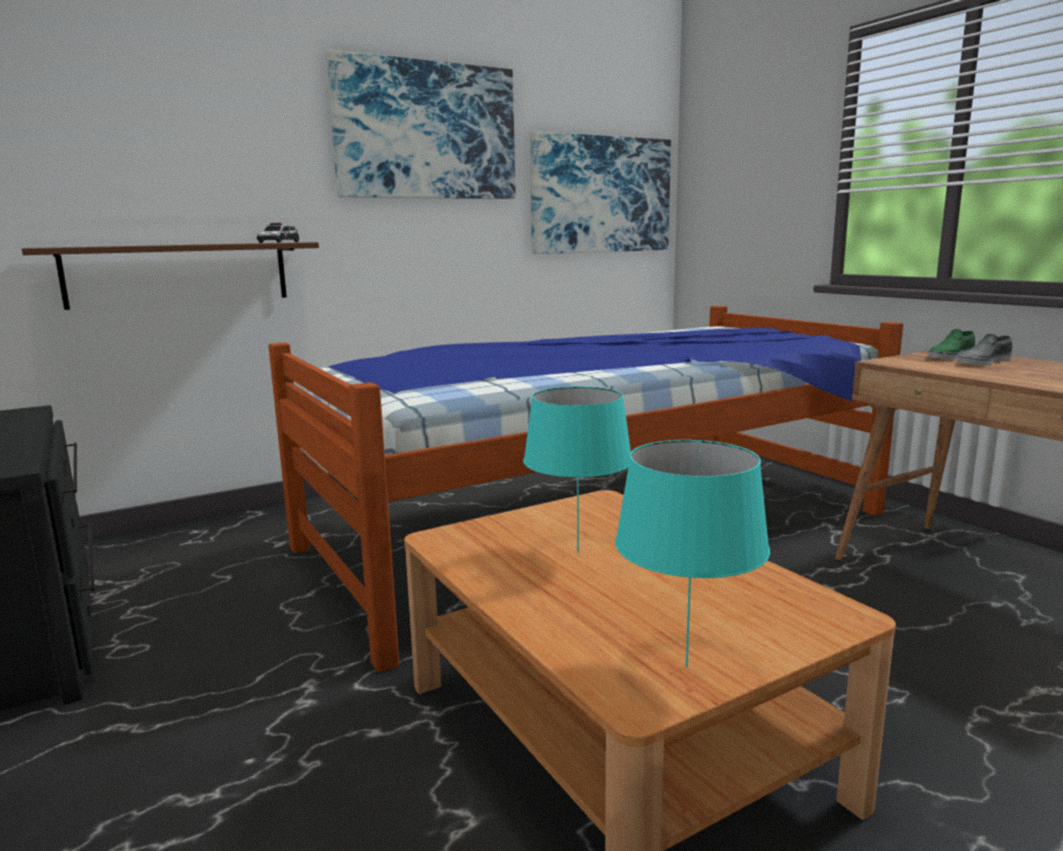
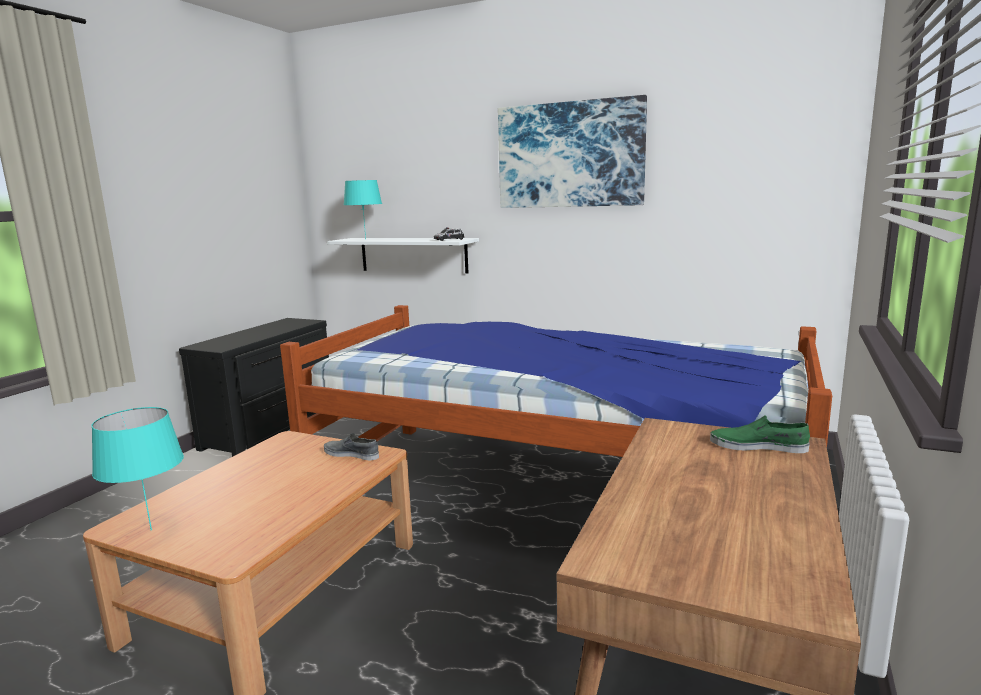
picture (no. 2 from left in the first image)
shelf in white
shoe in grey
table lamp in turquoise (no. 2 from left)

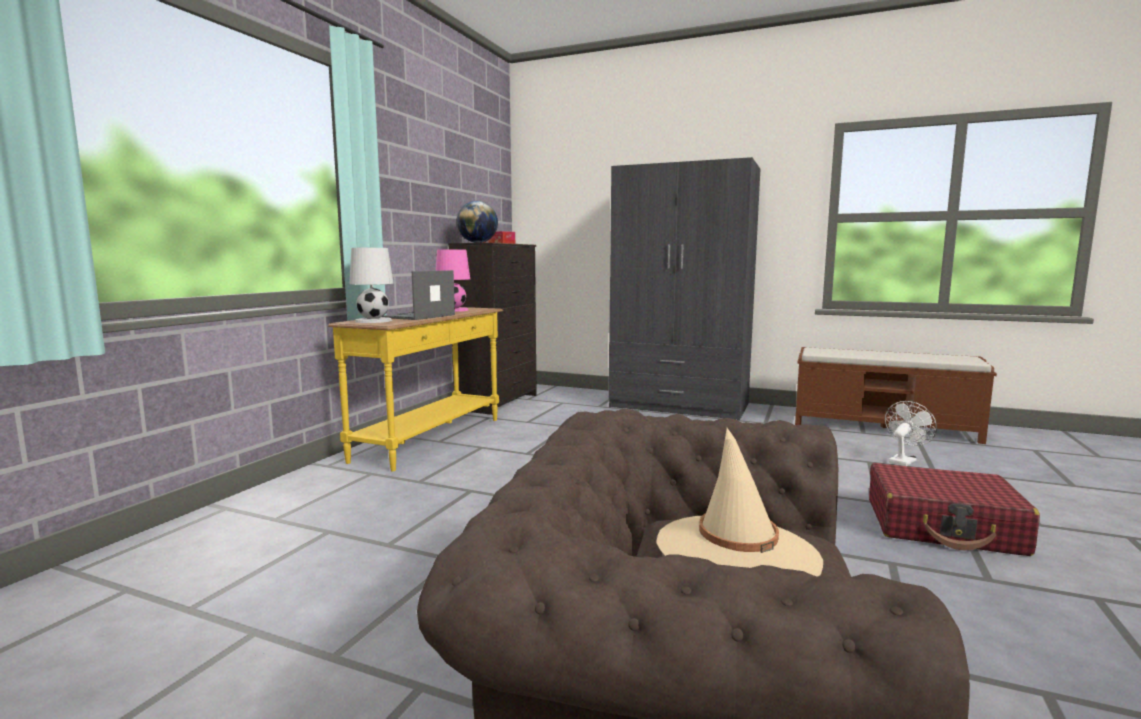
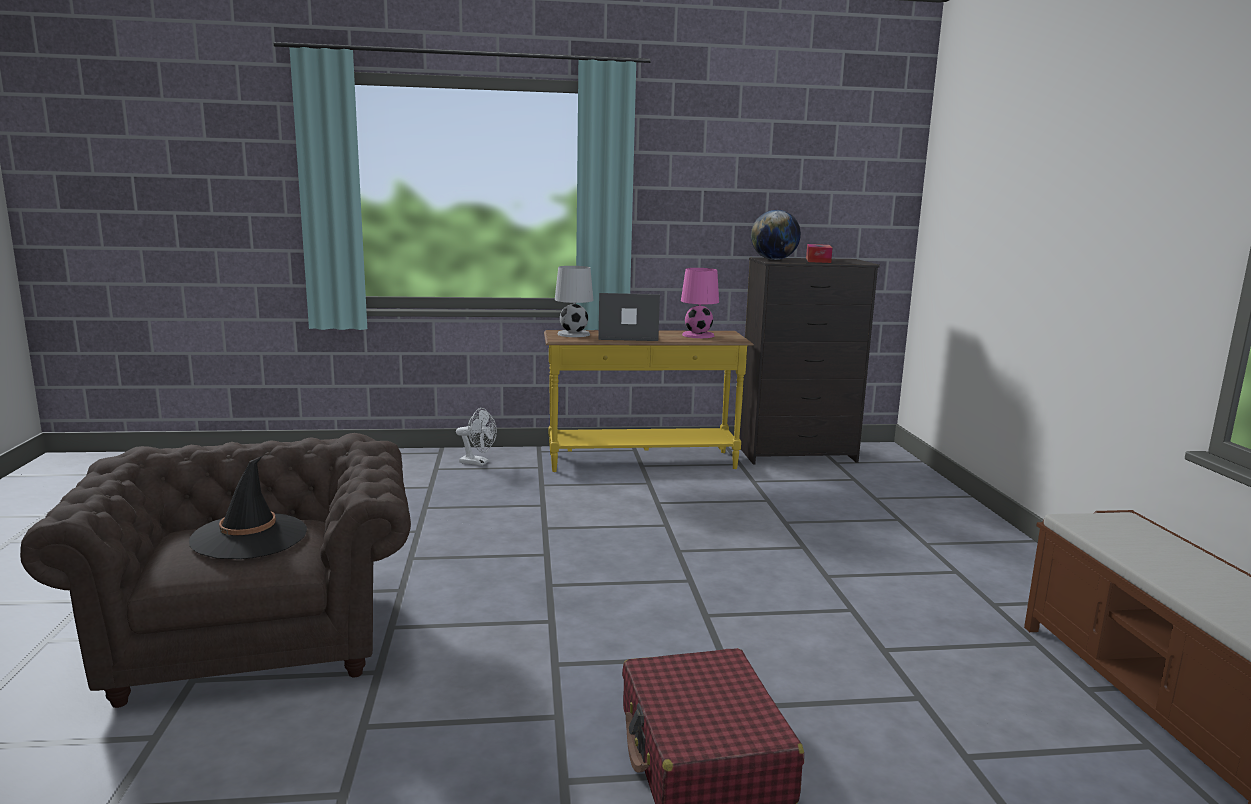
wardrobe in grey
fan in white
hat in black

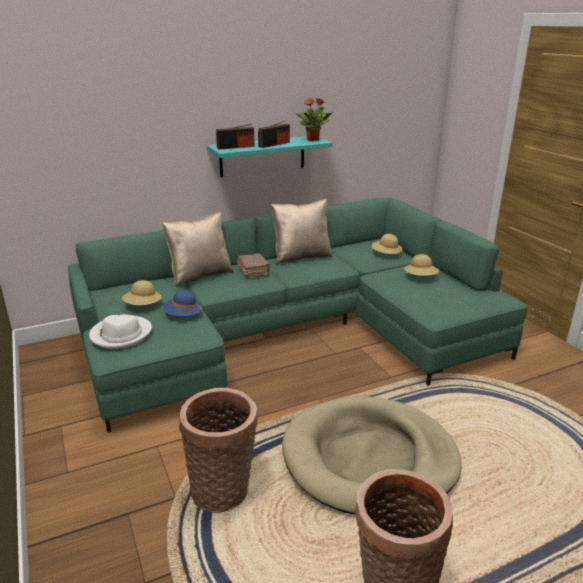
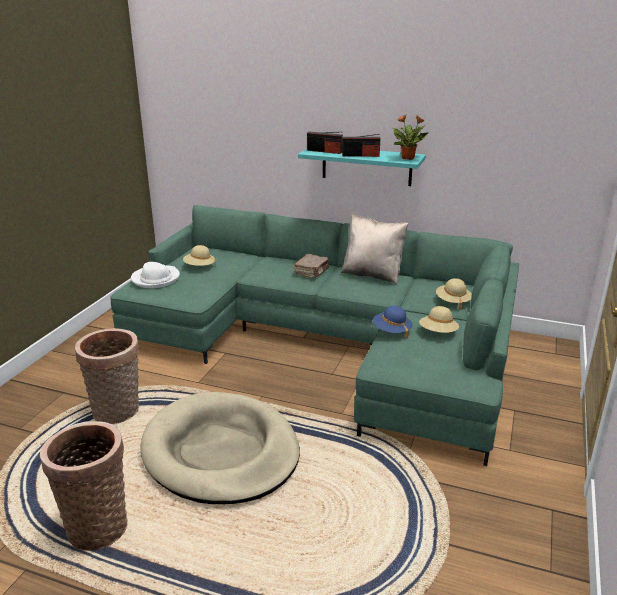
pillow in beige (no. 1 from left in the first image)
hat in blue

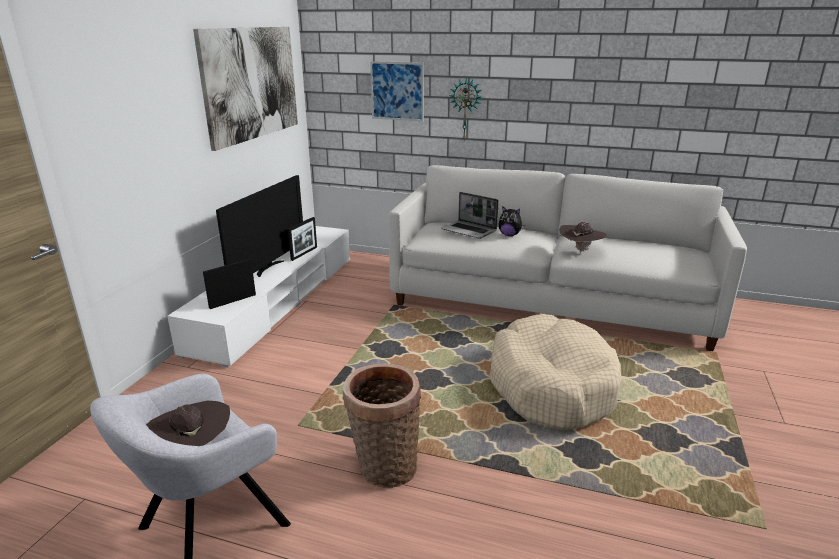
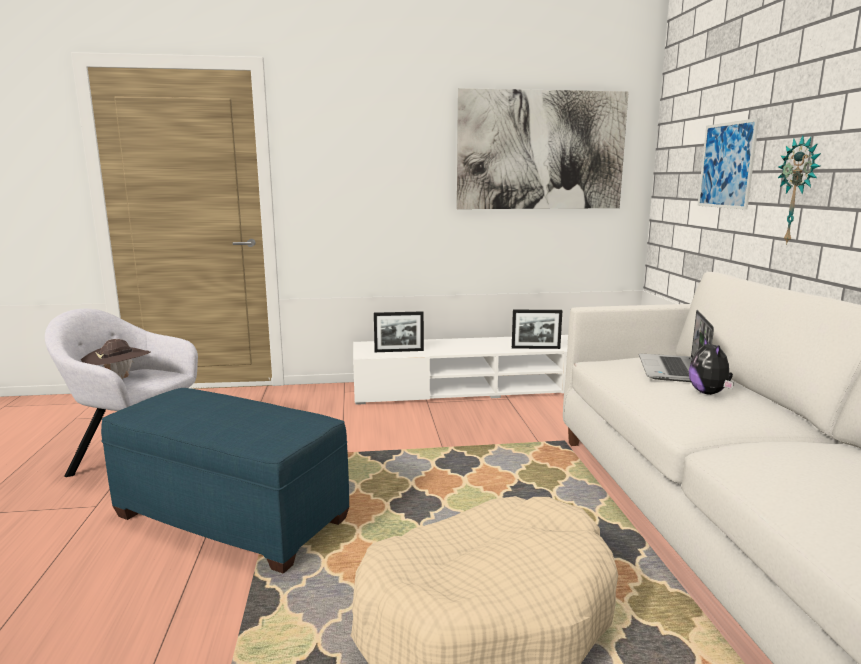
television
hat in brown (no. 2 from left in the first image)
picture frame (no. 1 from left)
ottoman in blue

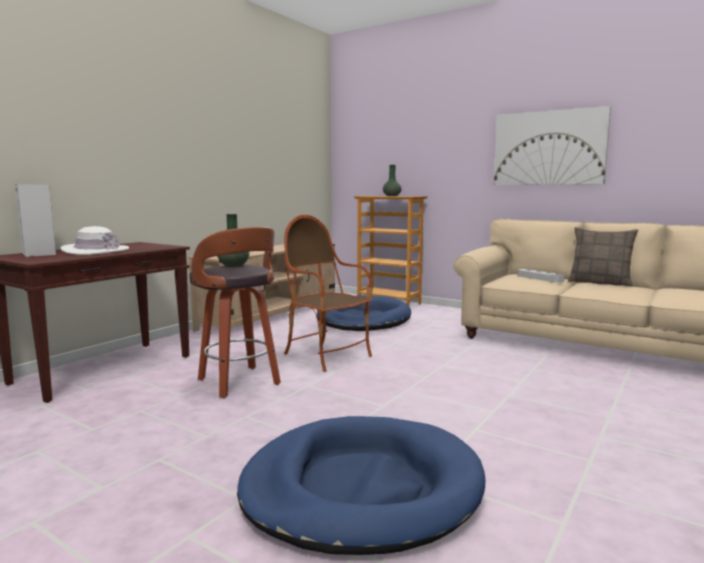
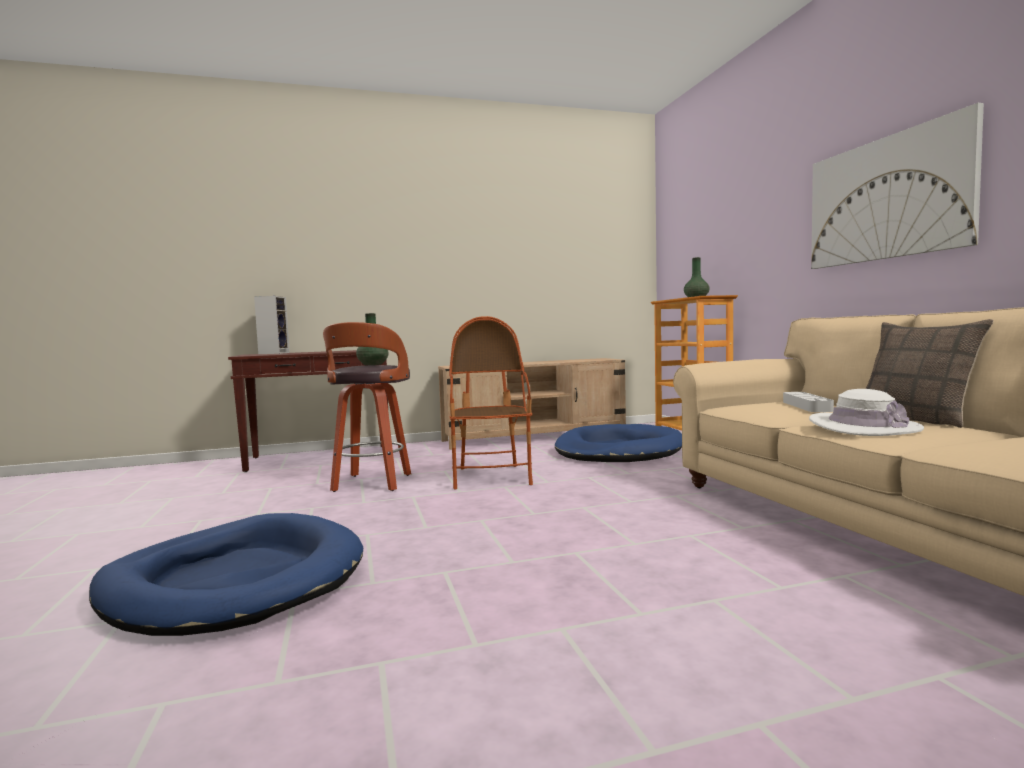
hat in white

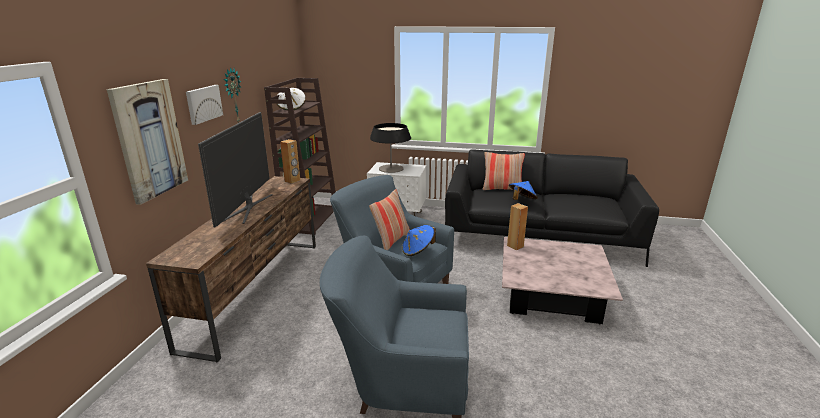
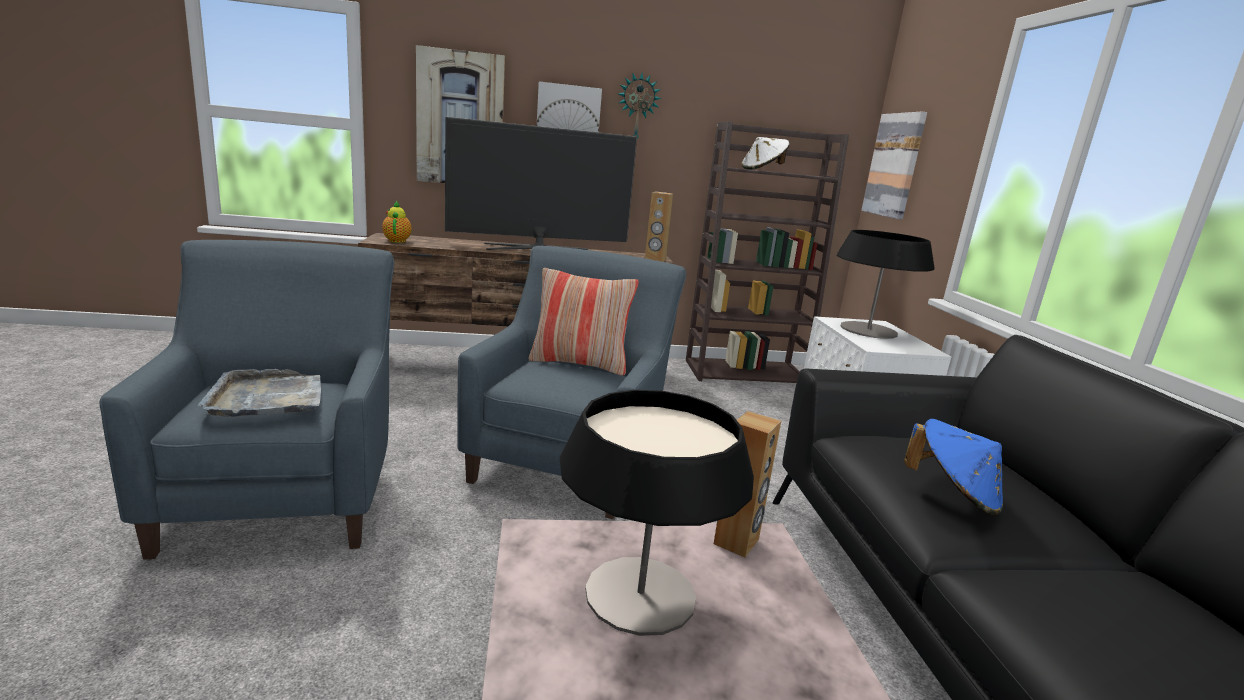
pillow (no. 2 from left in the first image)
hat in blue (no. 1 from left in the first image)
picture (no. 3 from left)
teapot
tray in grey
table lamp (no. 1 from left)

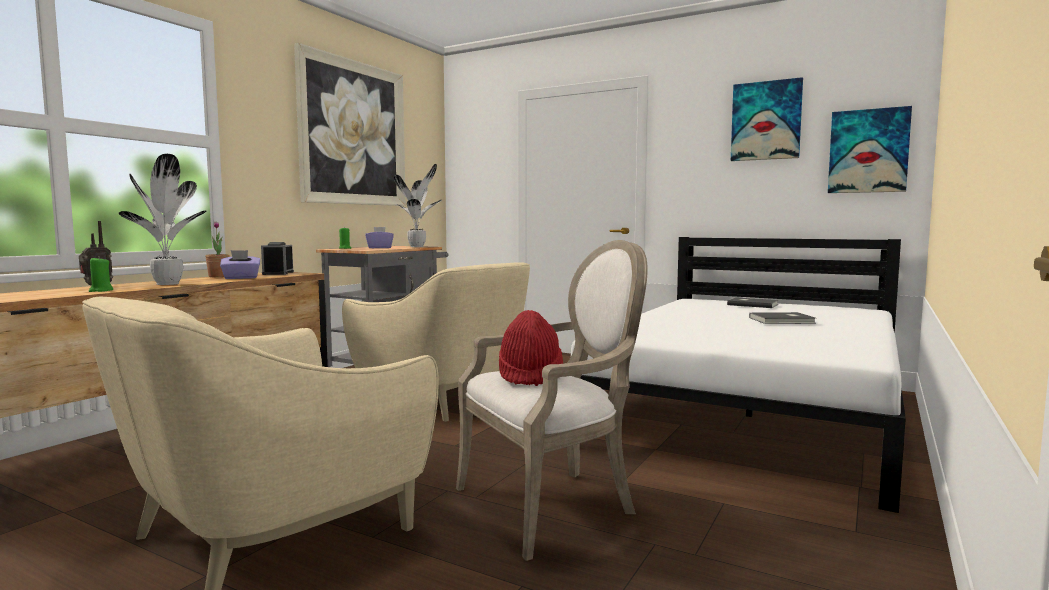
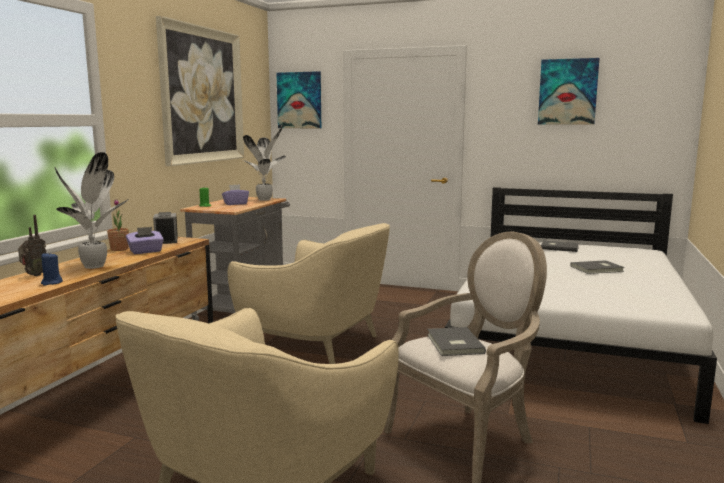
picture (no. 2 from left)
candle in blue
book in grey (no. 1 from left)

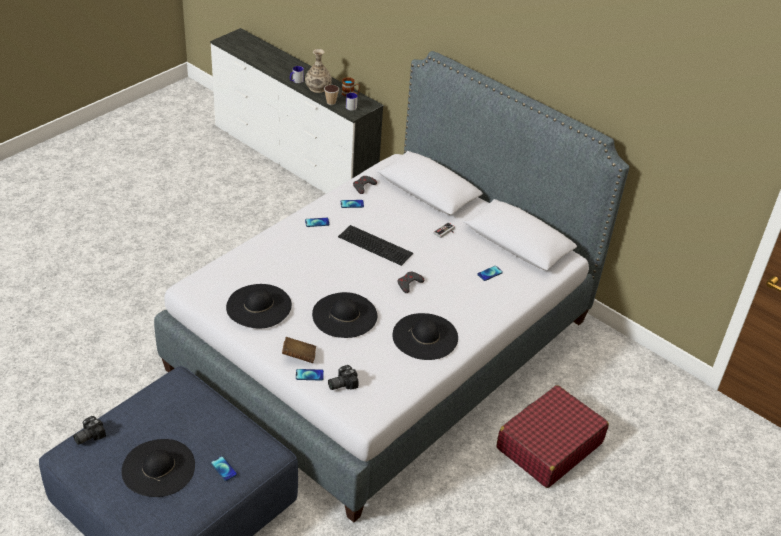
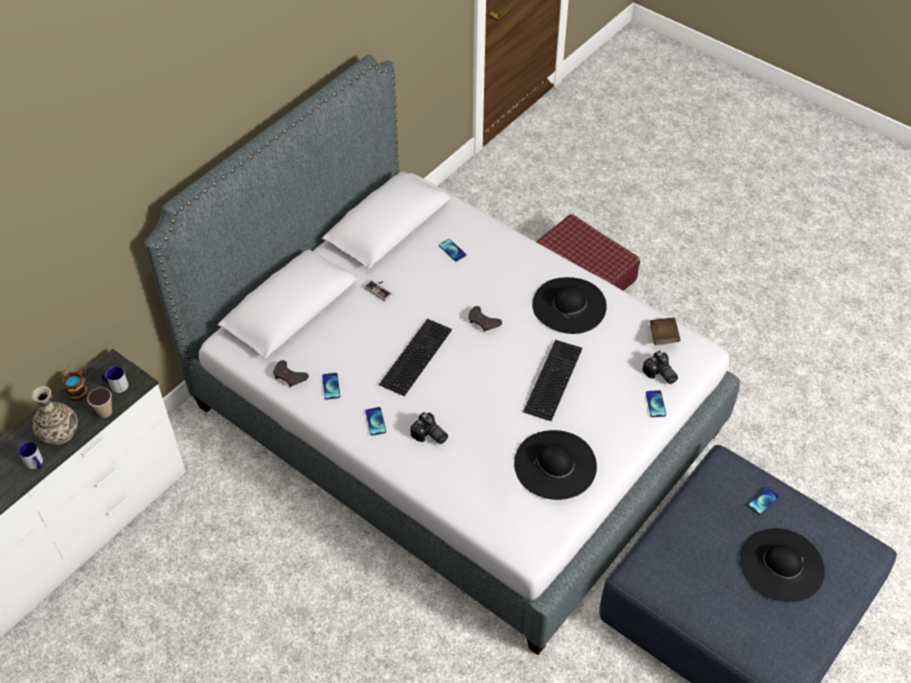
keyboard (no. 2 from left)
book in brown
photo camera (no. 1 from left)

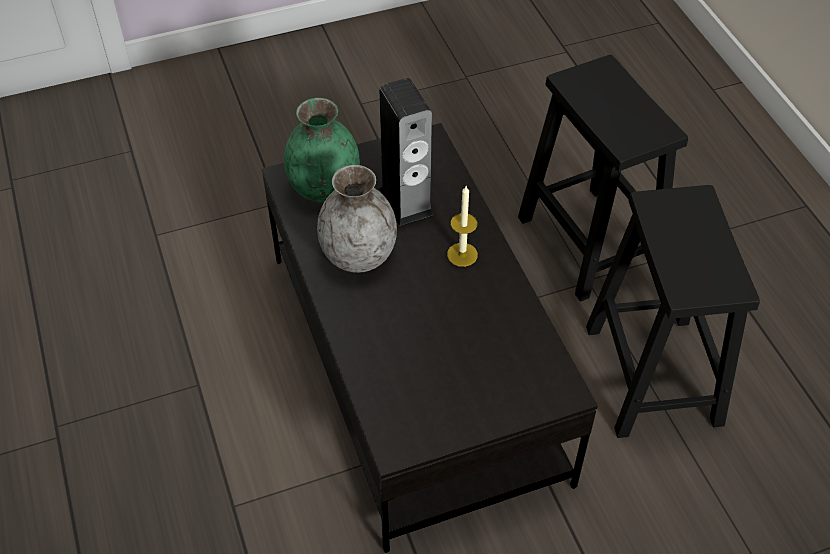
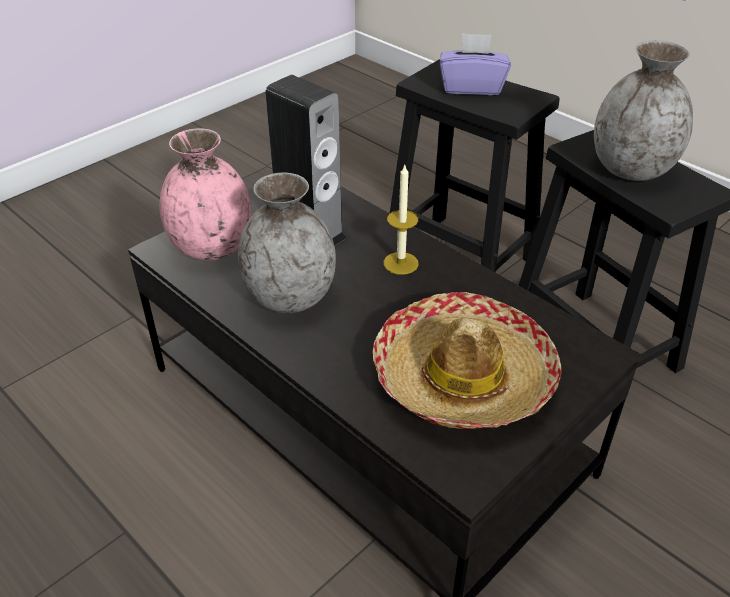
vase in pink
tissue box in purple
vase in grey (no. 2 from left)
hat

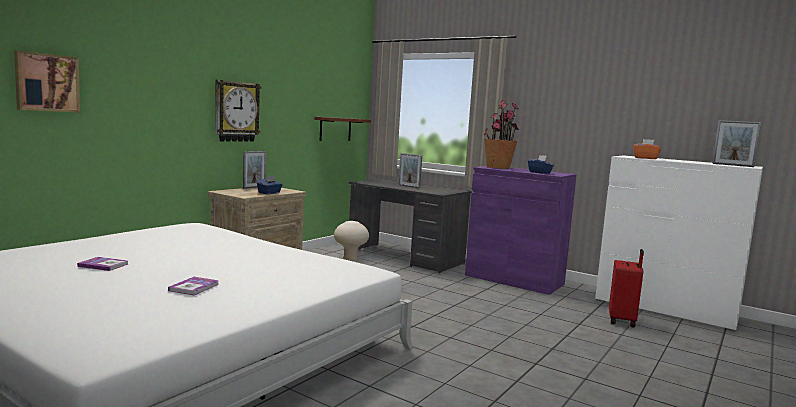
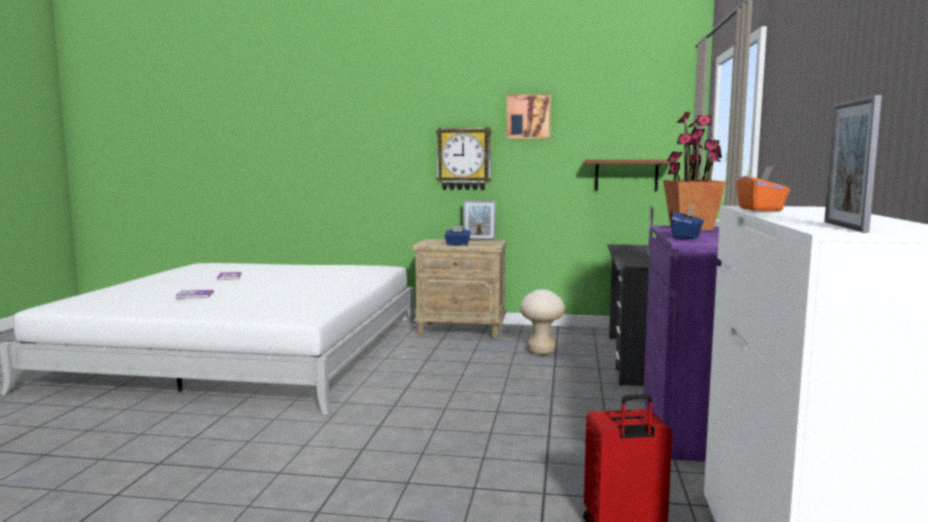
picture

